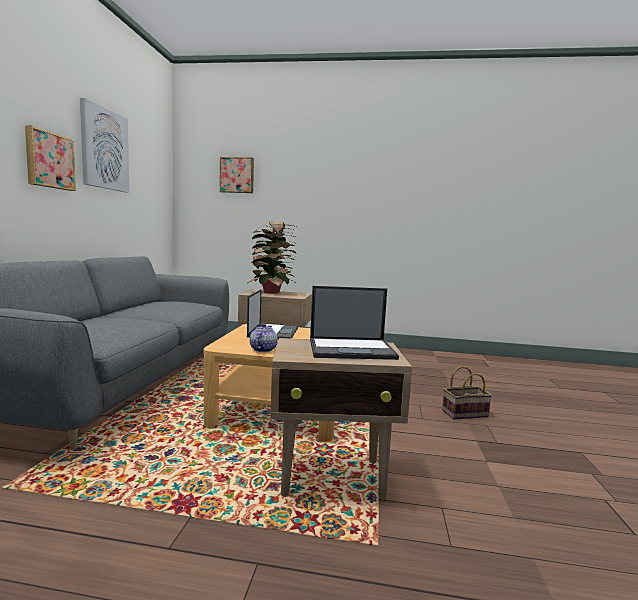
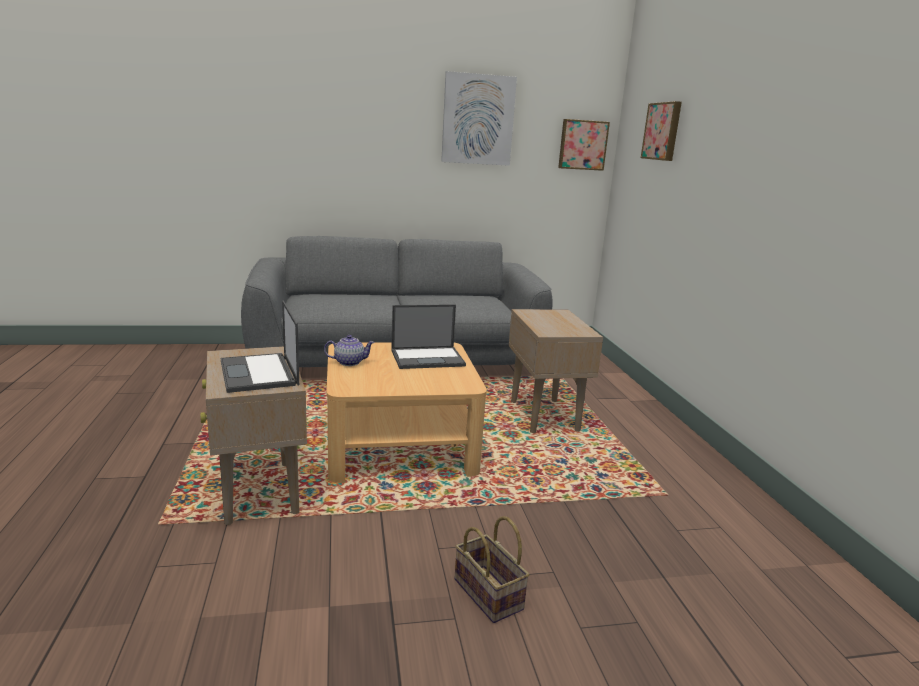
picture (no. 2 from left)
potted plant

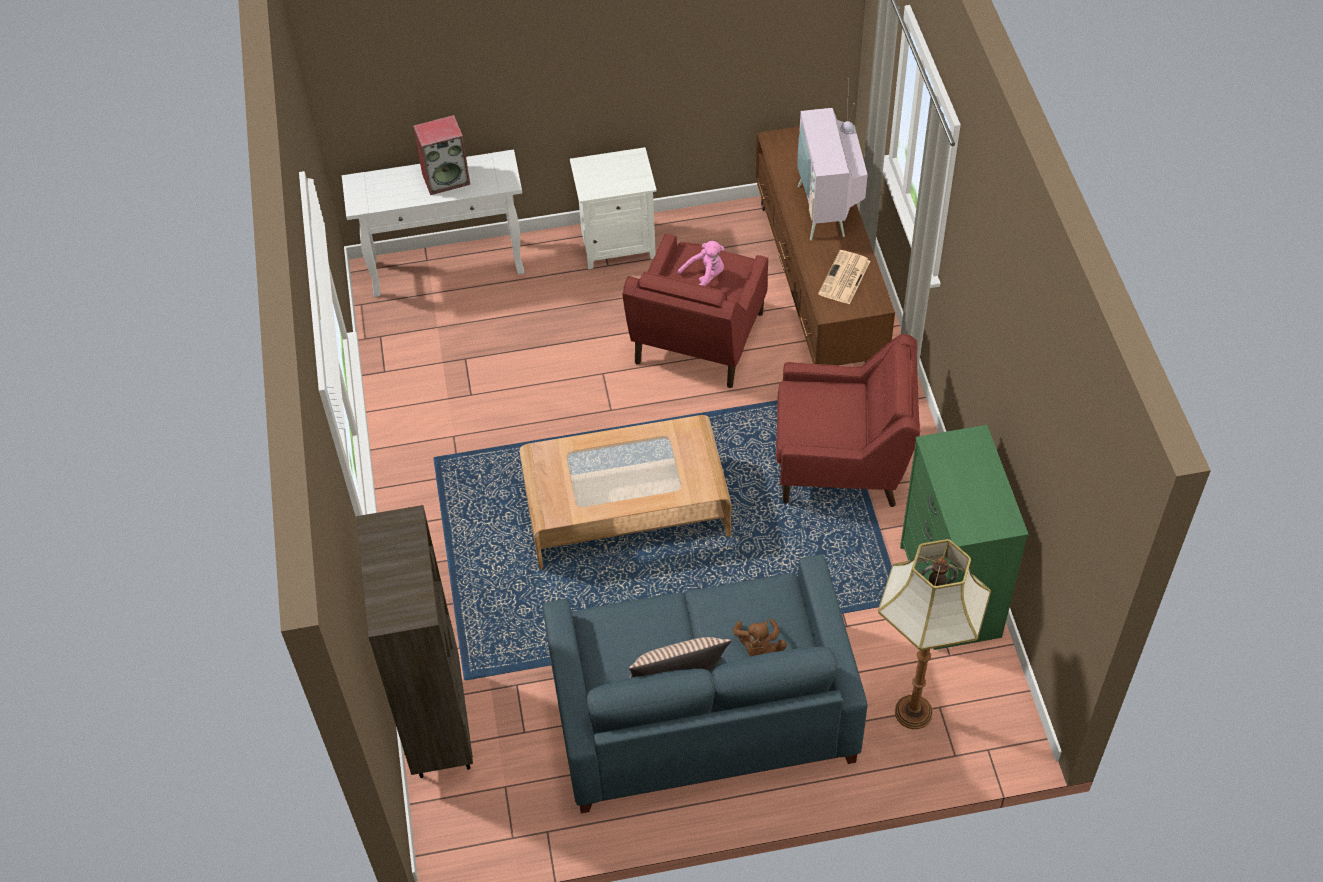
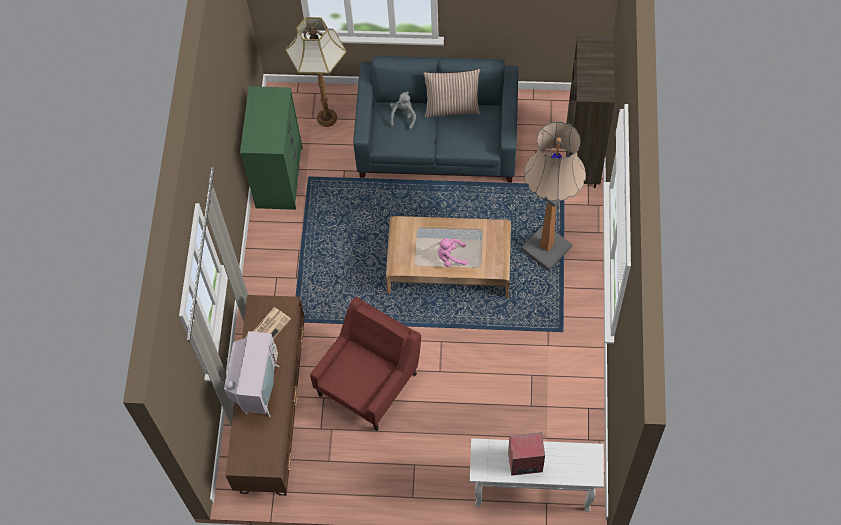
nightstand in white
plush toy in pink
armchair in red (no. 2 from left in the first image)
plush toy in grey
floor lamp (no. 2 from left)

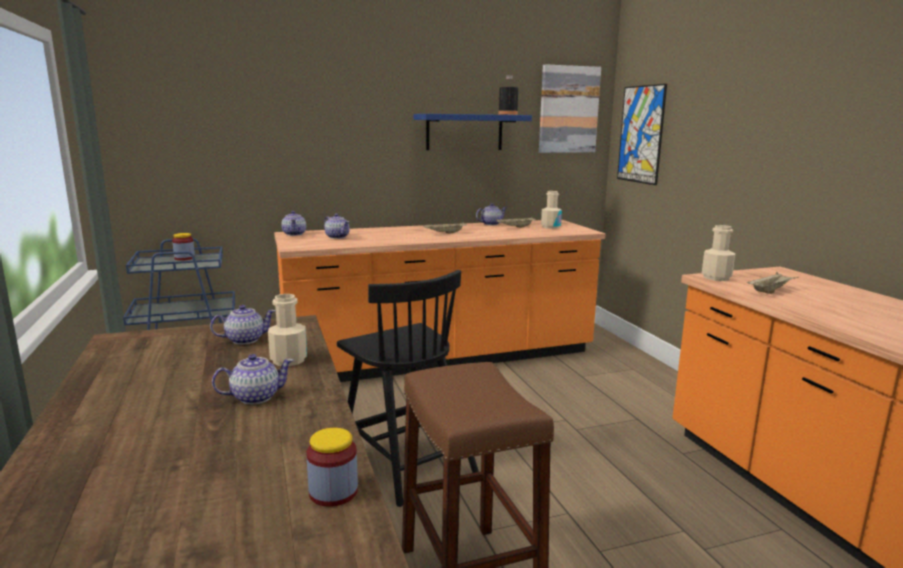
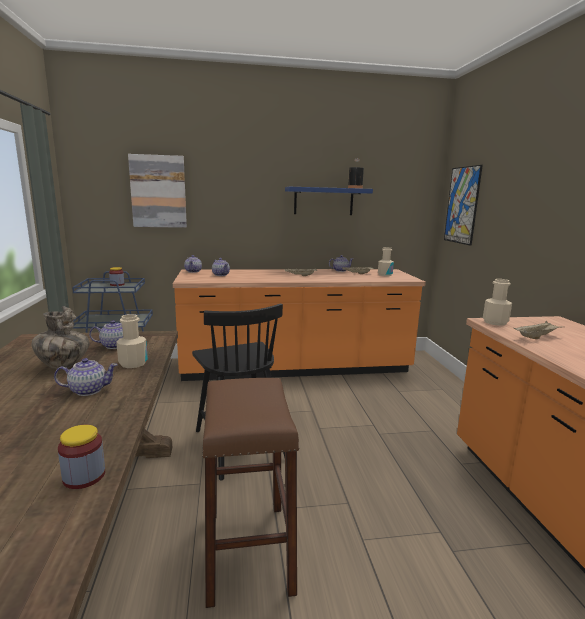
picture (no. 1 from left)
vase

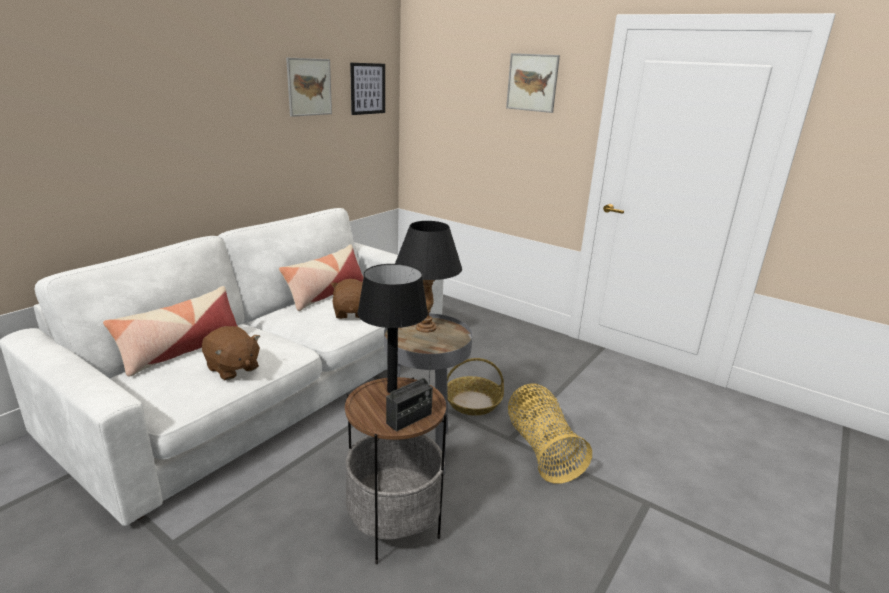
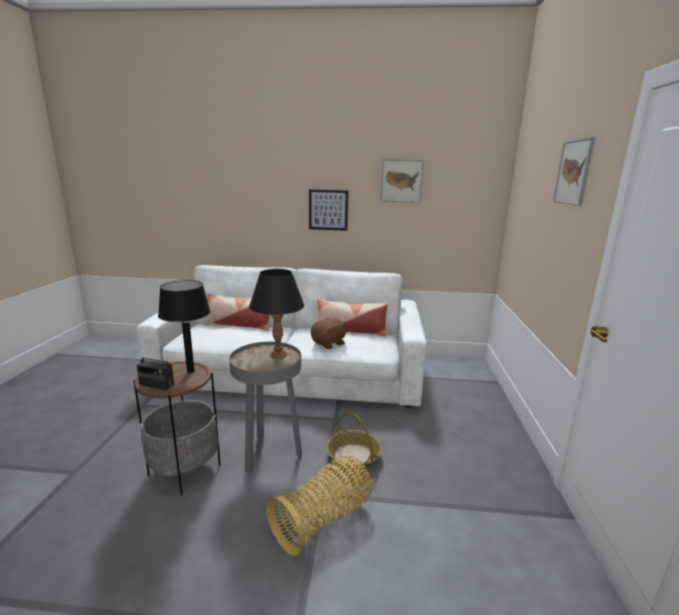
picture (no. 1 from left)
plush toy in brown (no. 1 from left in the first image)

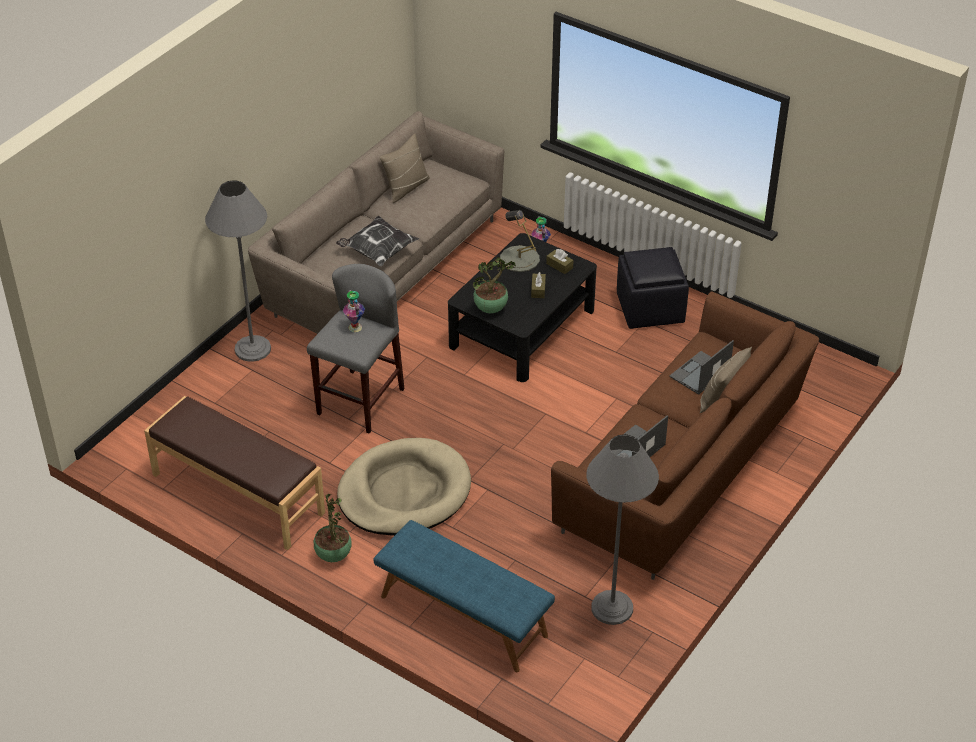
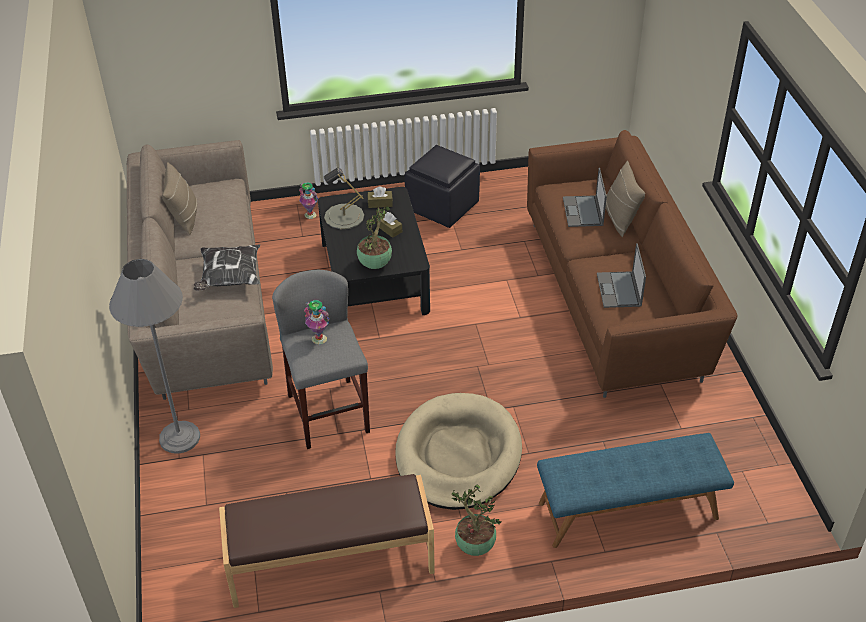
floor lamp in grey (no. 2 from left in the first image)

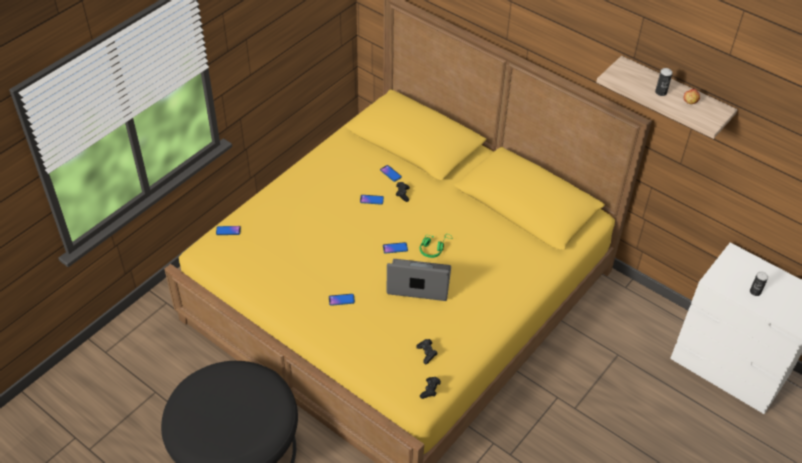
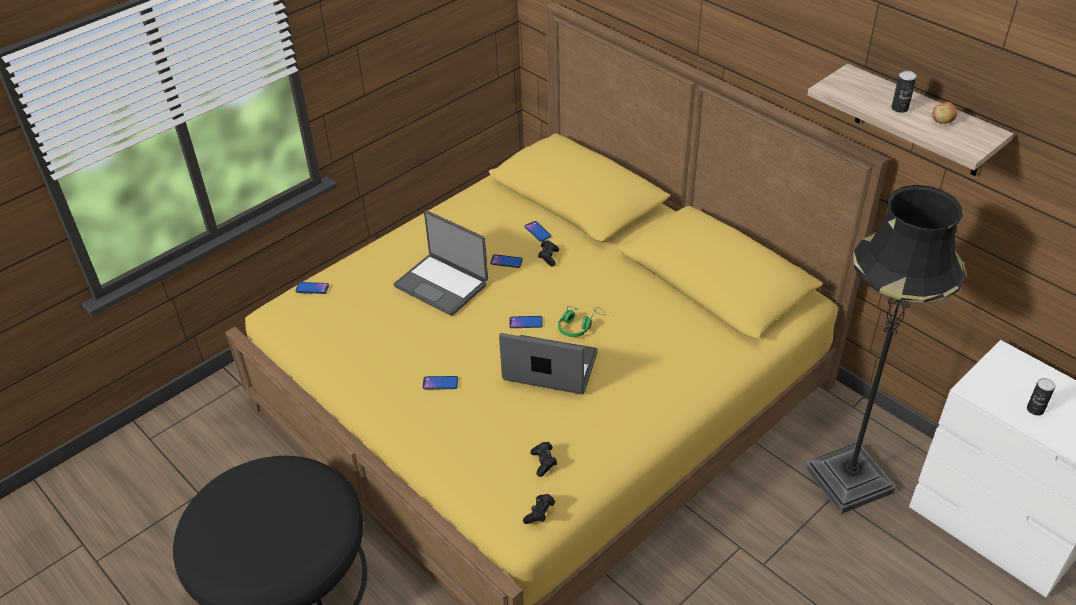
floor lamp in black
laptop (no. 1 from left)

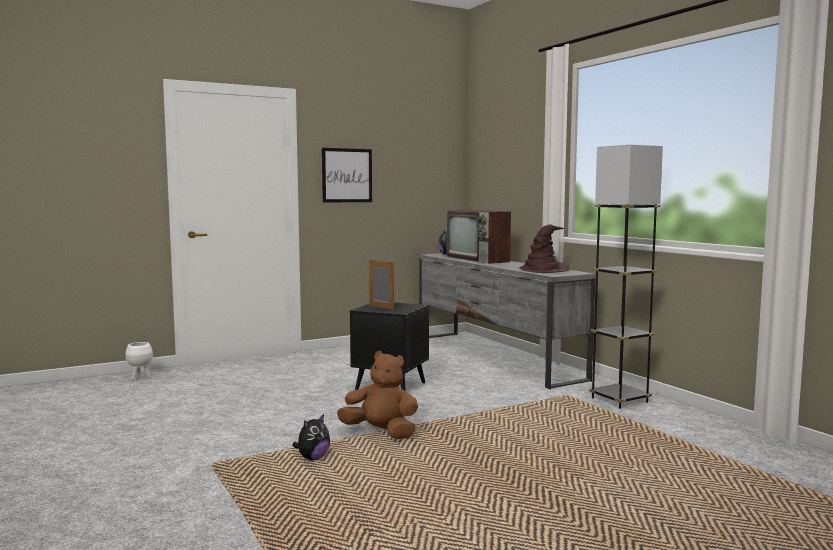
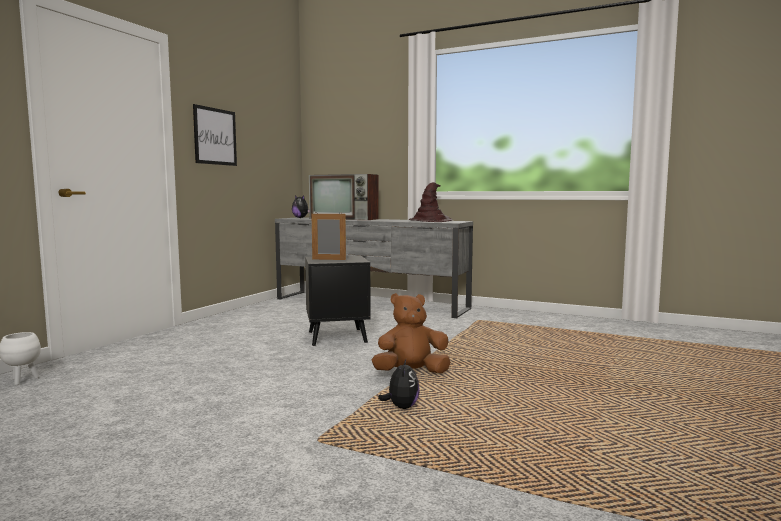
floor lamp in black

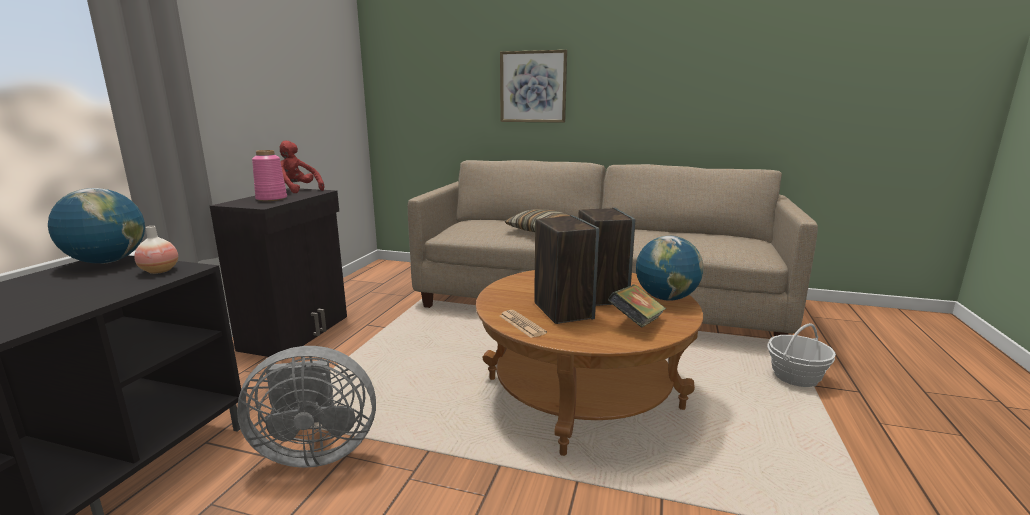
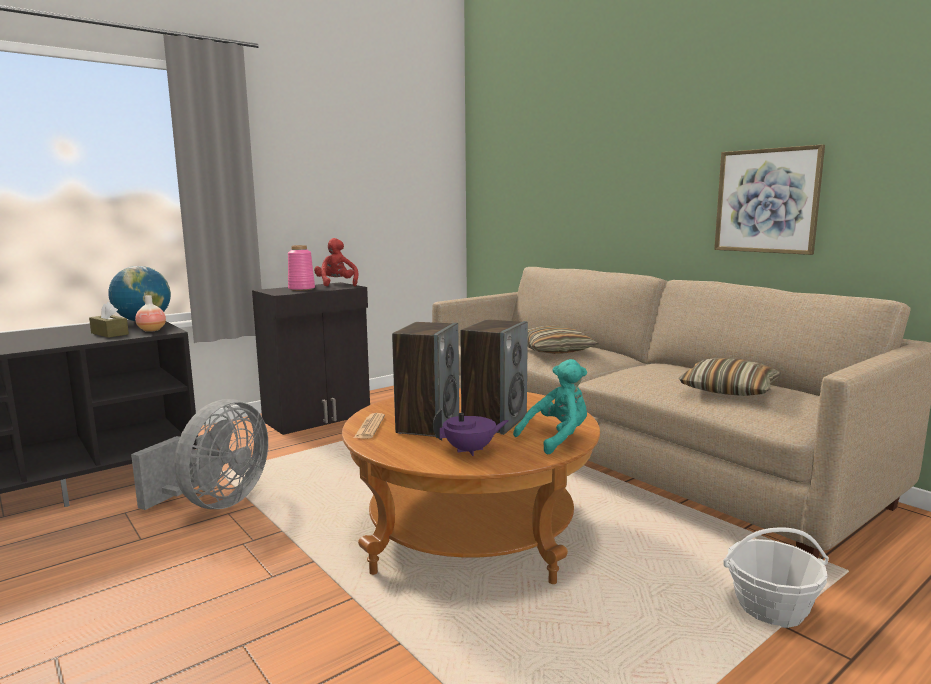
picture
plush toy in turquoise
teapot in purple
fan in grey
tissue box in brown
pillow (no. 2 from left)

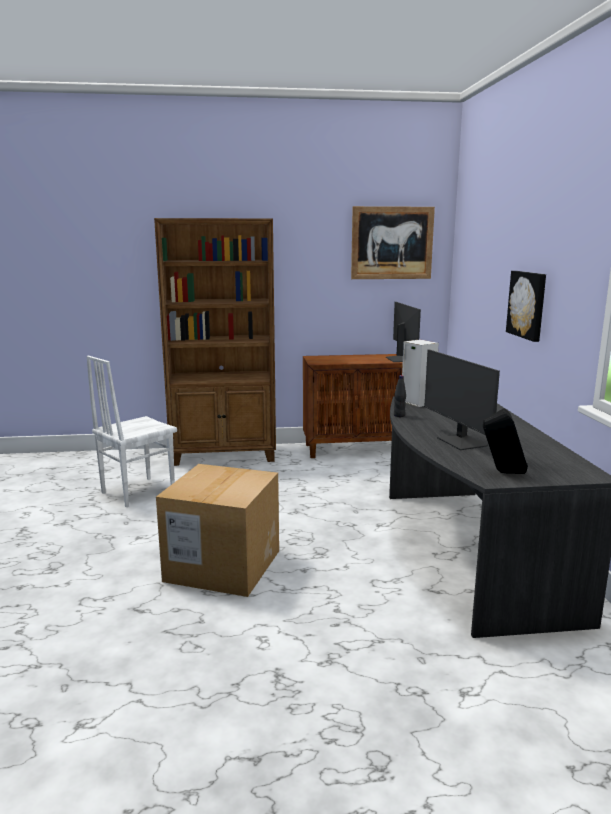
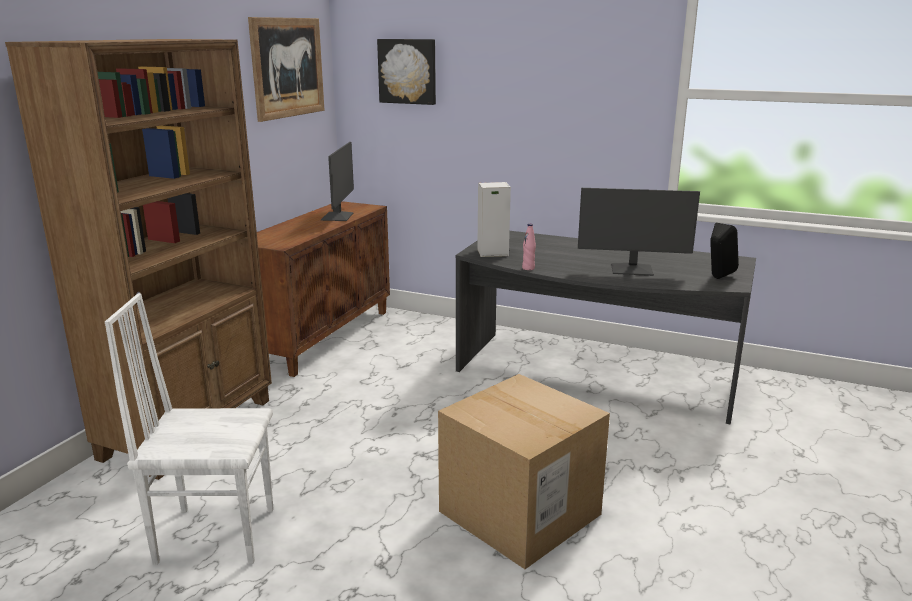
picture (no. 2 from left)
monitor (no. 1 from left)
chair in white
bottle in pink

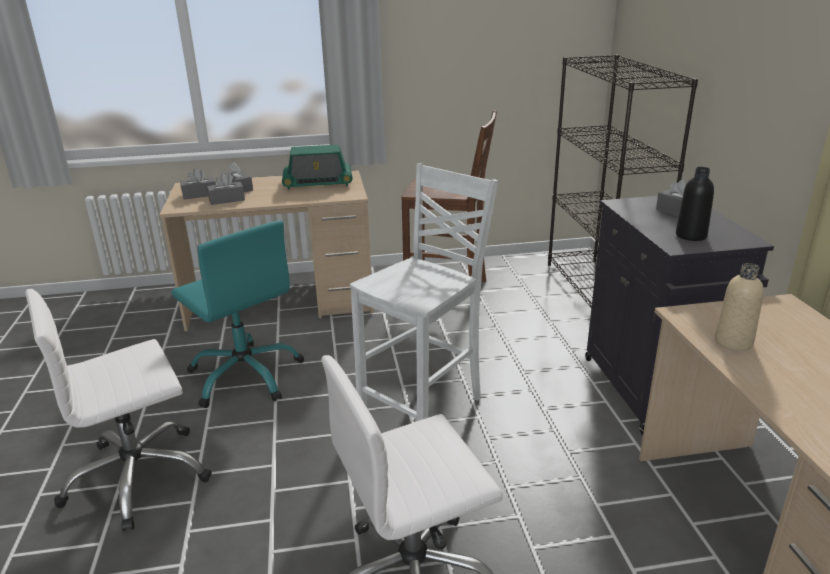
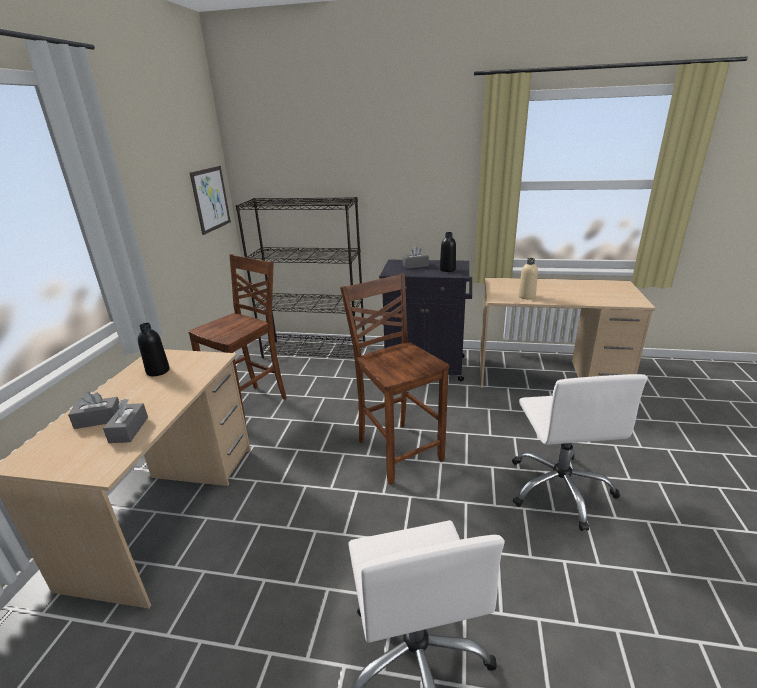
bottle in black (no. 1 from left)
chair in brown (no. 2 from left)
tissue box in grey (no. 1 from left in the first image)
office chair in turquoise
picture

